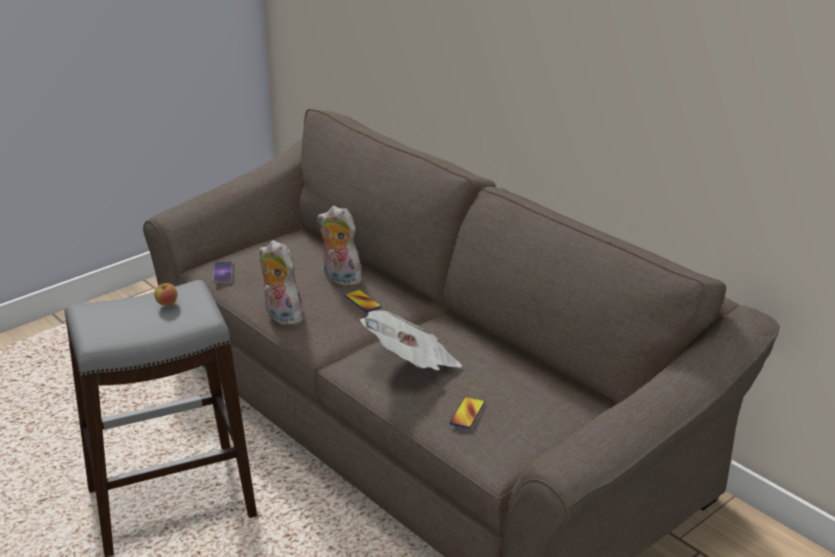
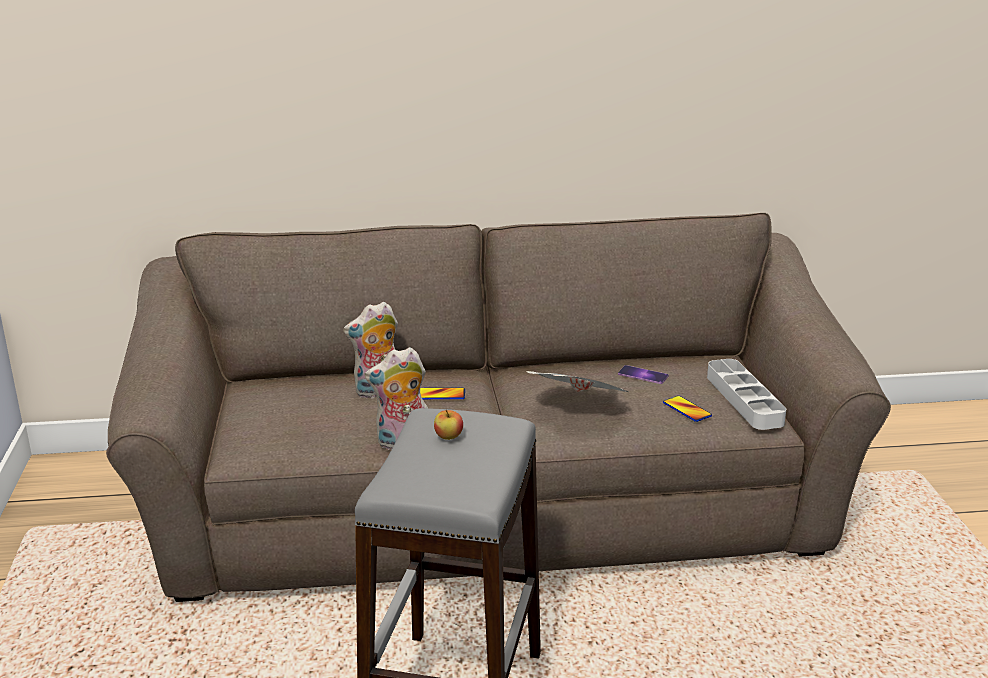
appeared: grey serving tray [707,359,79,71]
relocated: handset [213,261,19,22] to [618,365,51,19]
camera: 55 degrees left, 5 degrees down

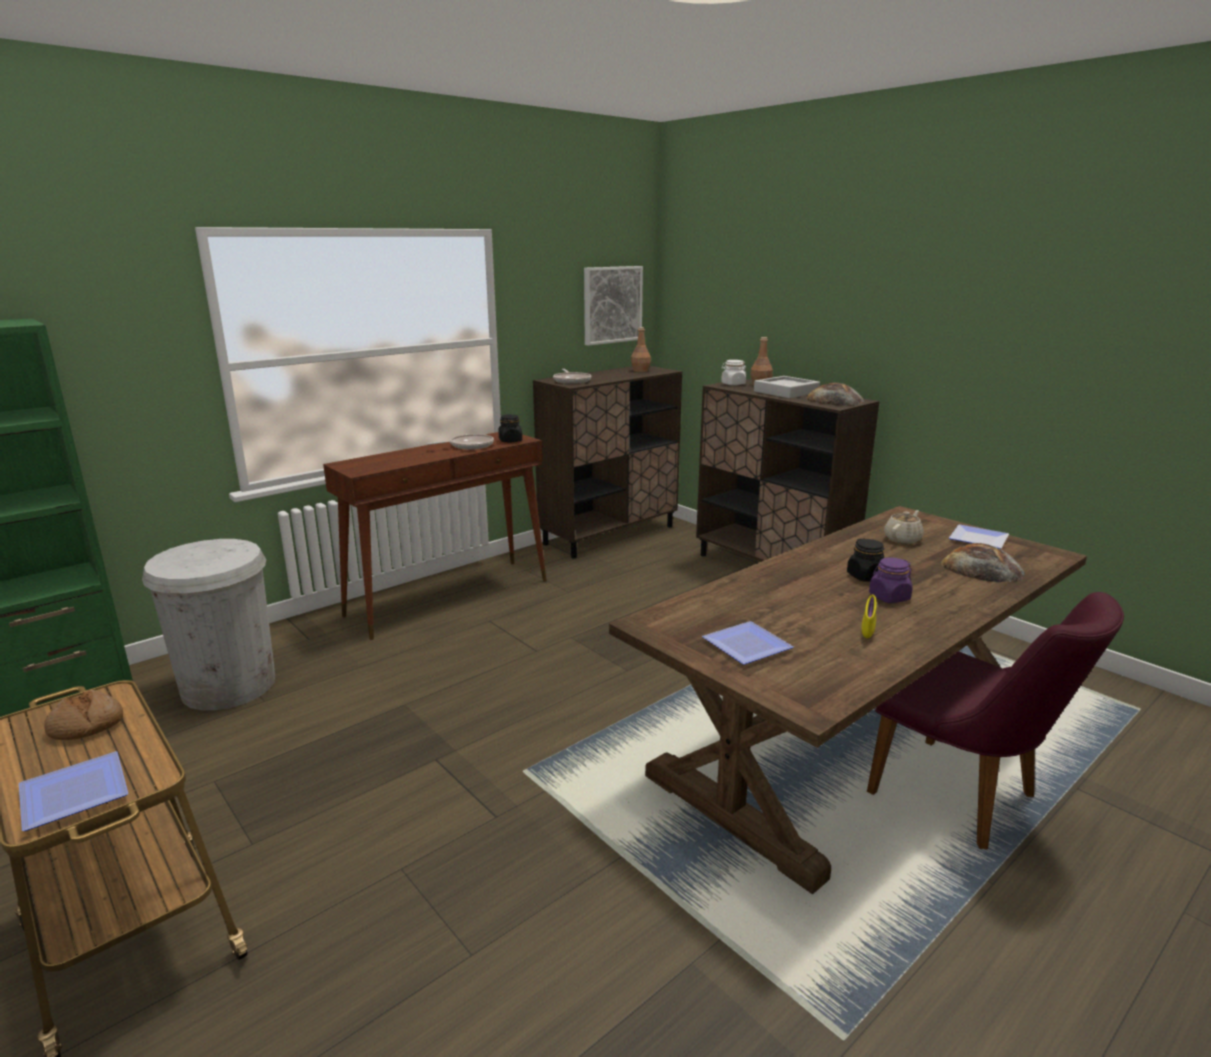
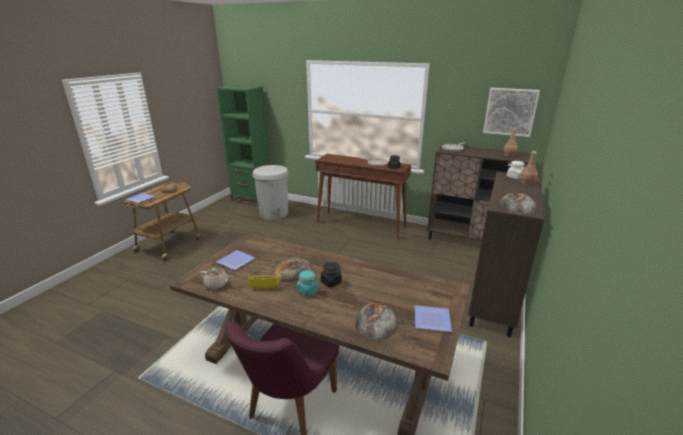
missing: grey serving tray [754,376,66,22]
appeared: bread [274,258,40,24]
relocated: beige pot for tea [884,510,40,34] to [200,268,33,21]
colour: purple-coloured jar [869,557,43,46] to blue-green jar [296,270,23,27]
camera: 65 degrees right, 5 degrees up

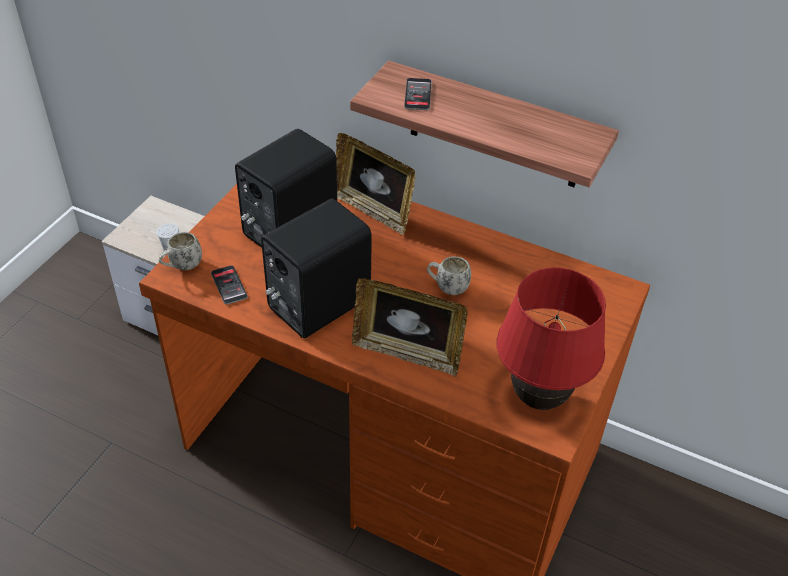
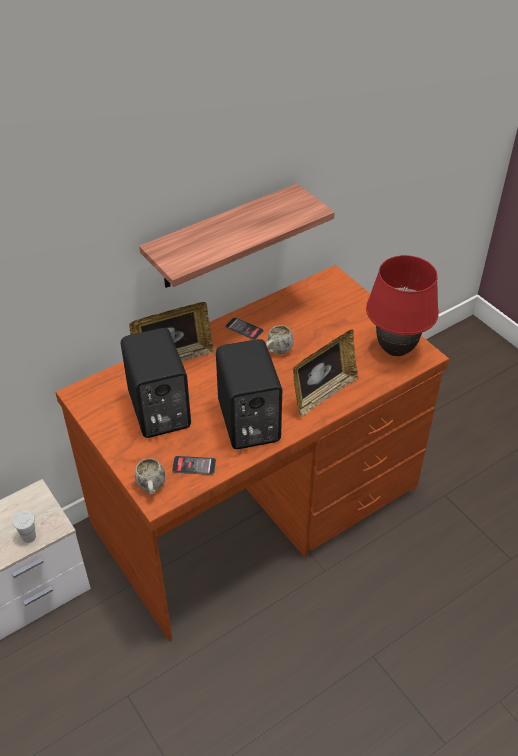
relocated: handset [404,78,28,32] to [225,317,39,23]
camera: 60 degrees left, 0 degrees up

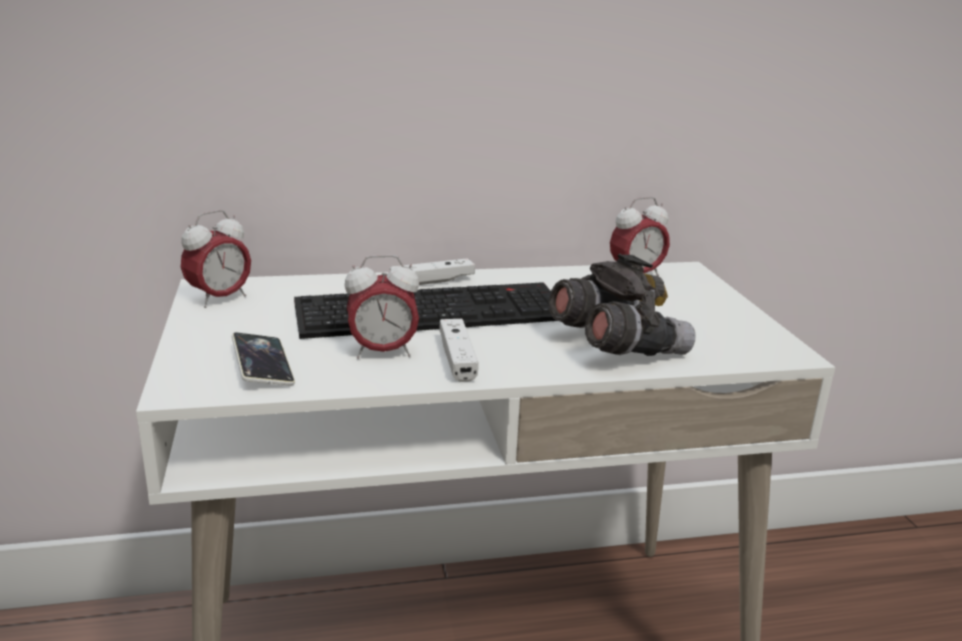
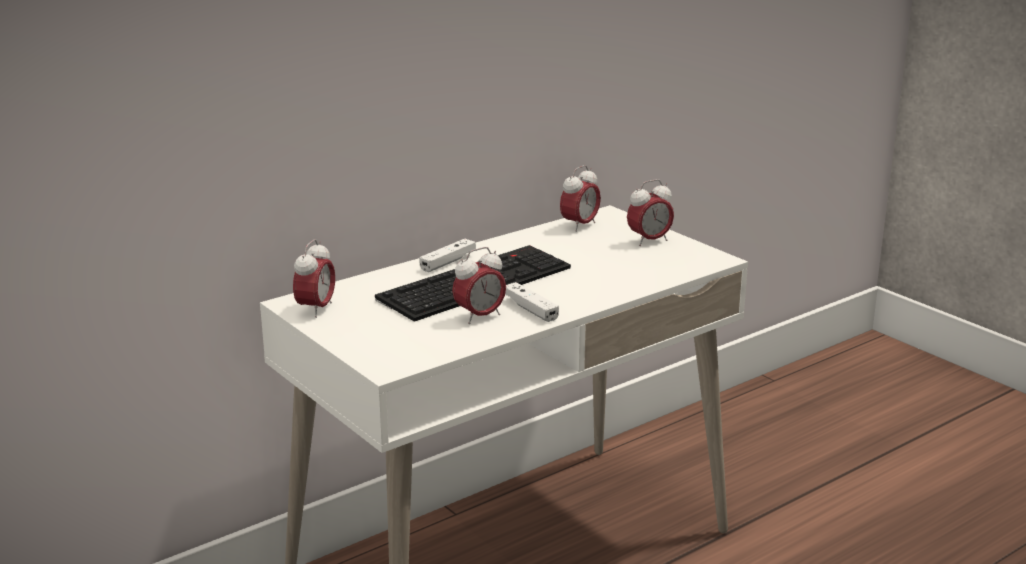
missing: handset [232,333,63,52]; grey binoculars [549,254,146,102]
appeared: bedside clock [627,179,47,67]
camera: 25 degrees left, 0 degrees up

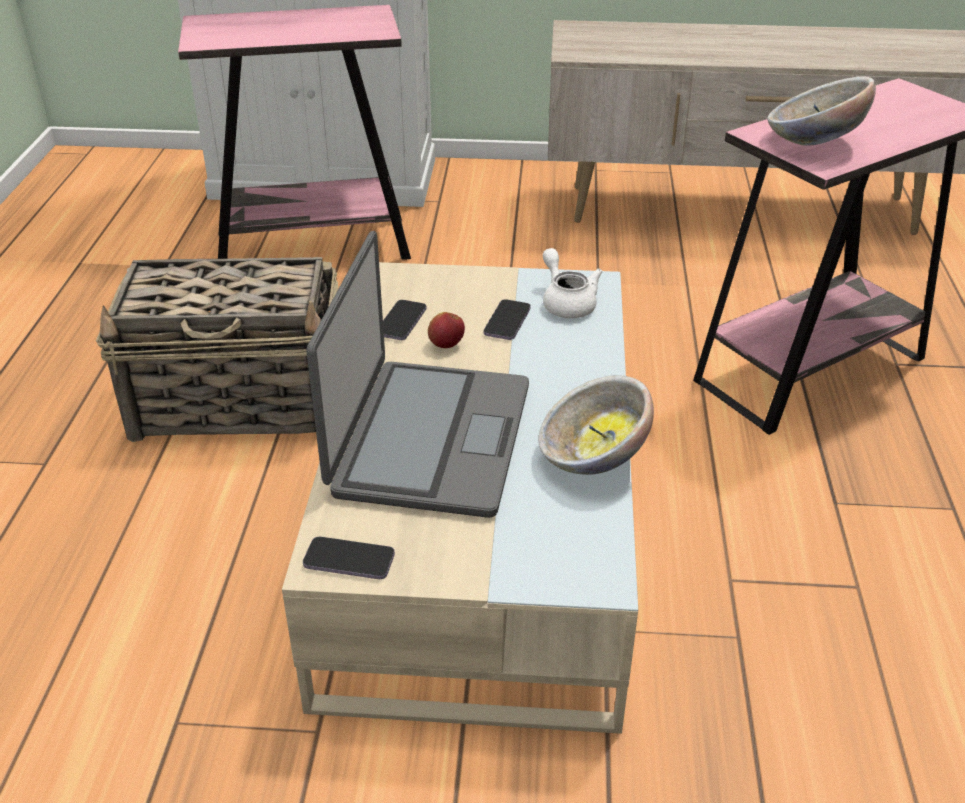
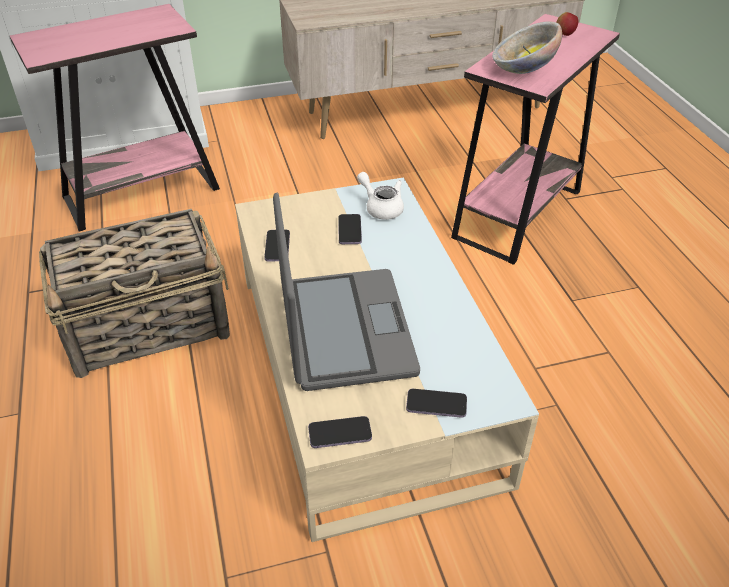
missing: bowl [538,375,116,100]
appeared: handset [406,389,61,29]
relocated: whole apple [428,312,37,36] to [556,12,23,24]
camera: 20 degrees left, 5 degrees up

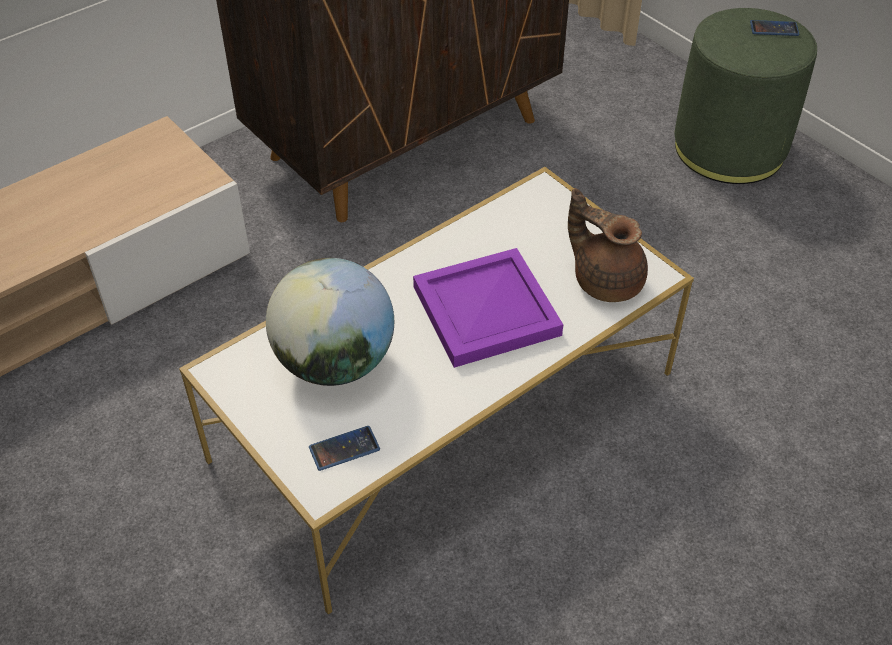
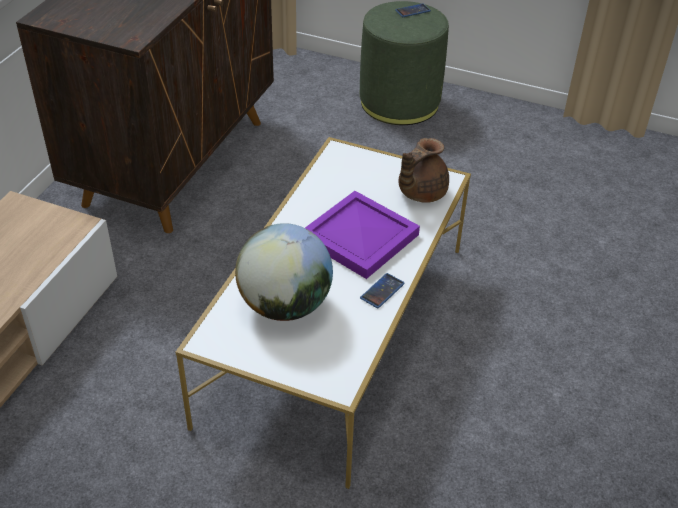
relocated: handset [309,426,71,45] to [360,273,45,35]
spun: brown pot for tea [568,188,80,114] = [398,138,51,65] 60 degrees counterclockwise
camera: 30 degrees left, 5 degrees down

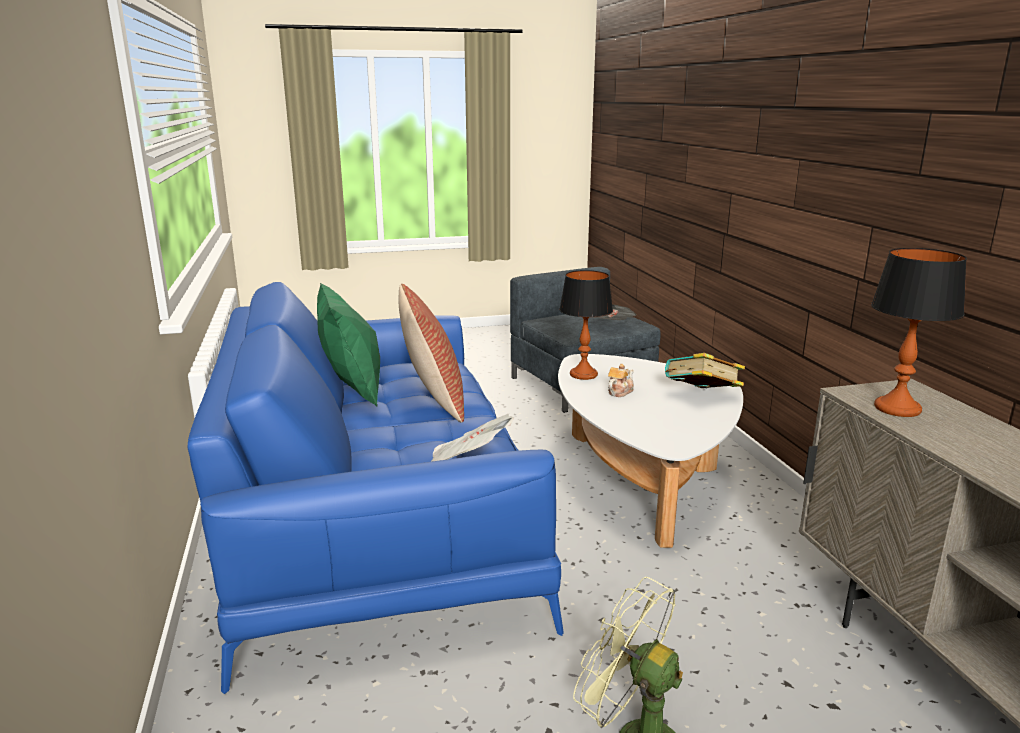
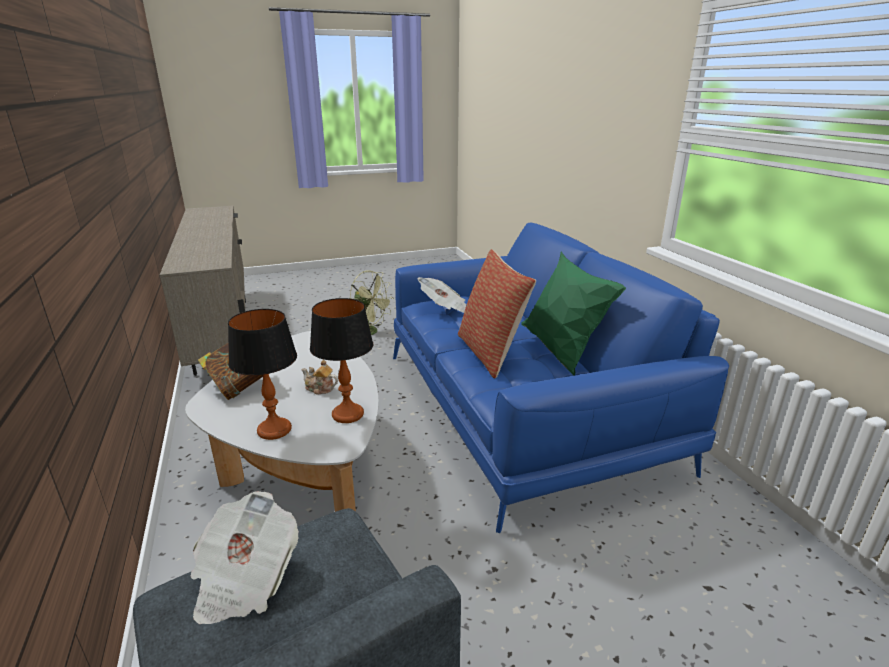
relocated: tabletop lamp [871,248,96,169] to [228,309,69,131]
spun: pot for tea [608,364,26,33] = [302,360,36,35] 75 degrees clockwise
camera: 175 degrees right, 5 degrees up

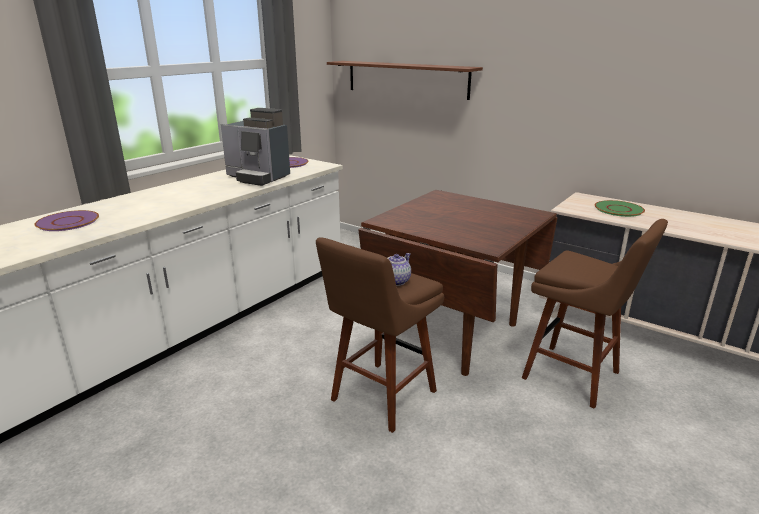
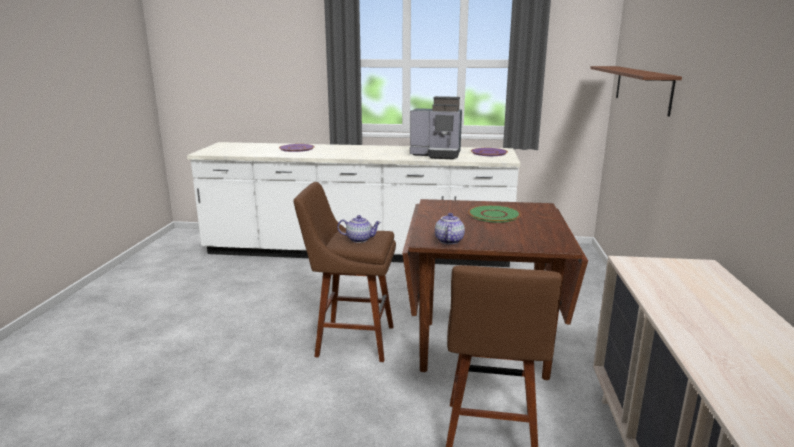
appeared: pot for tea [435,213,30,31]
relocated: greenish flat dish [595,200,50,17] to [468,205,53,18]
spun: coffee brewer [220,108,70,78] = [410,96,52,63] 75 degrees counterclockwise
camera: 60 degrees right, 5 degrees down

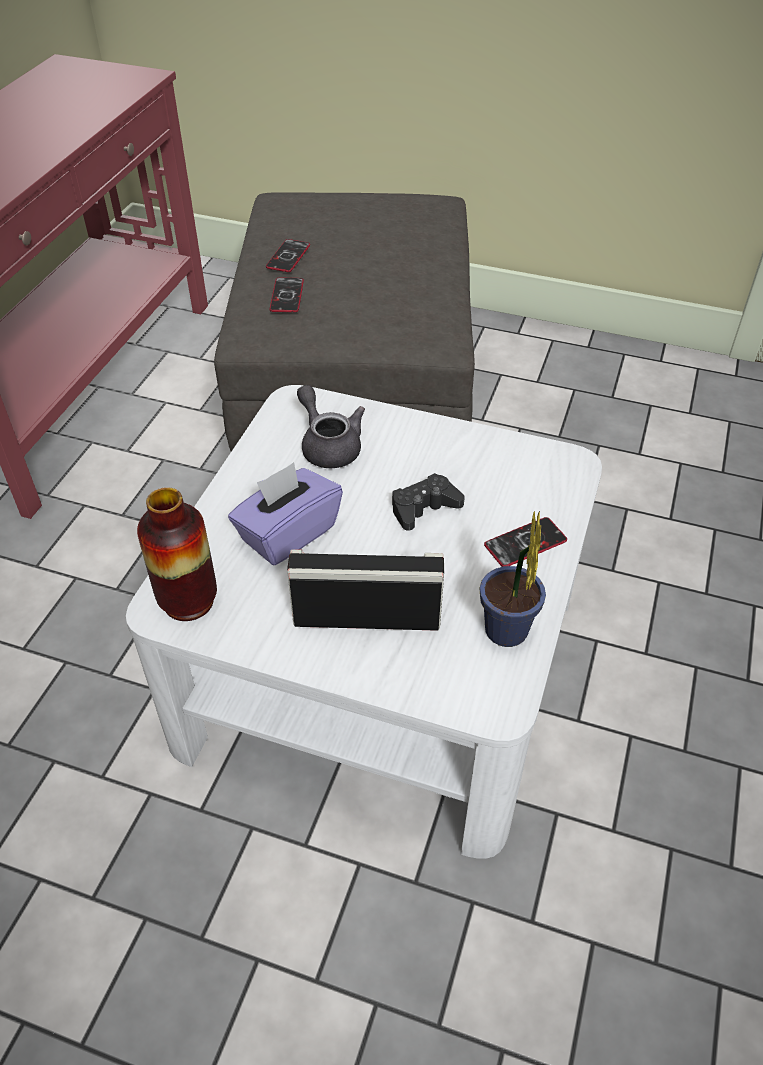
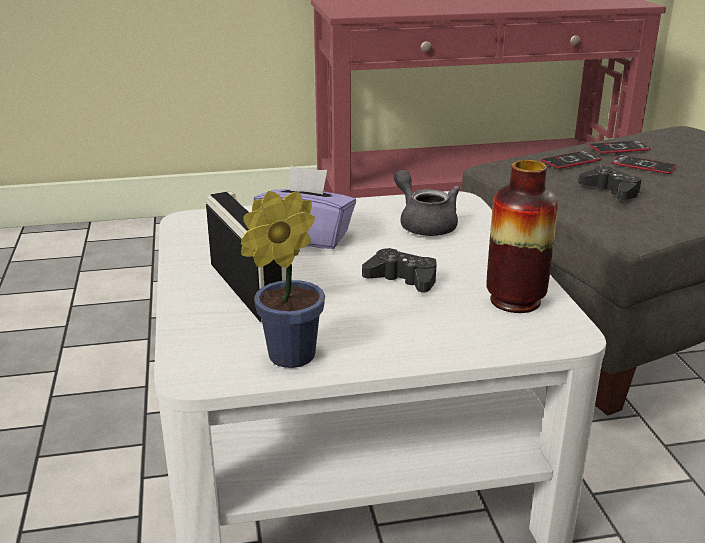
appeared: black gamepad [578,166,64,34]
relocated: vase [137,487,80,134] to [486,160,72,153]; handset [484,517,83,50] to [611,155,66,19]
spun: grey pot for tea [297,385,68,83] = [394,170,66,66] 60 degrees counterclockwise
camera: 60 degrees right, 20 degrees down

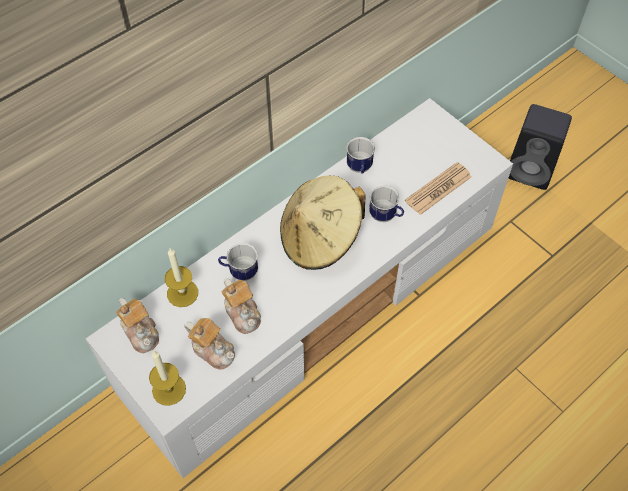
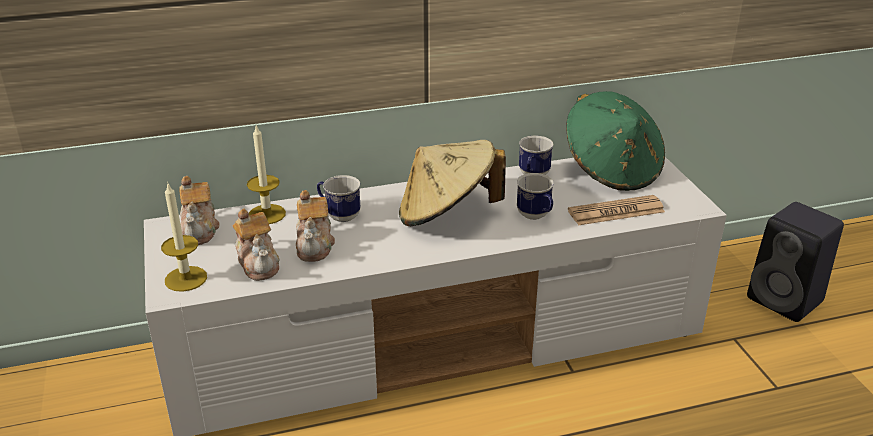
appeared: greenish wearable hat [566,91,99,100]
camera: 25 degrees right, 25 degrees down

